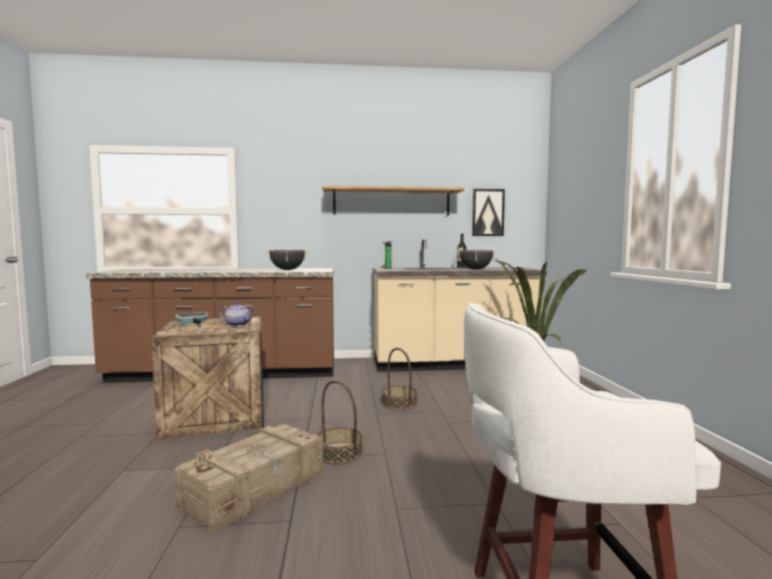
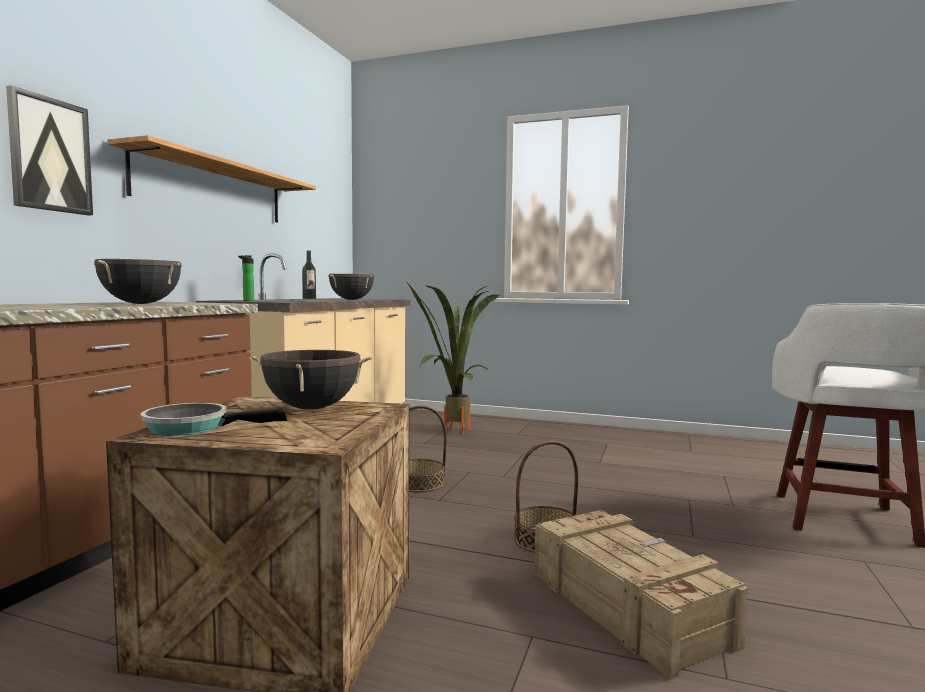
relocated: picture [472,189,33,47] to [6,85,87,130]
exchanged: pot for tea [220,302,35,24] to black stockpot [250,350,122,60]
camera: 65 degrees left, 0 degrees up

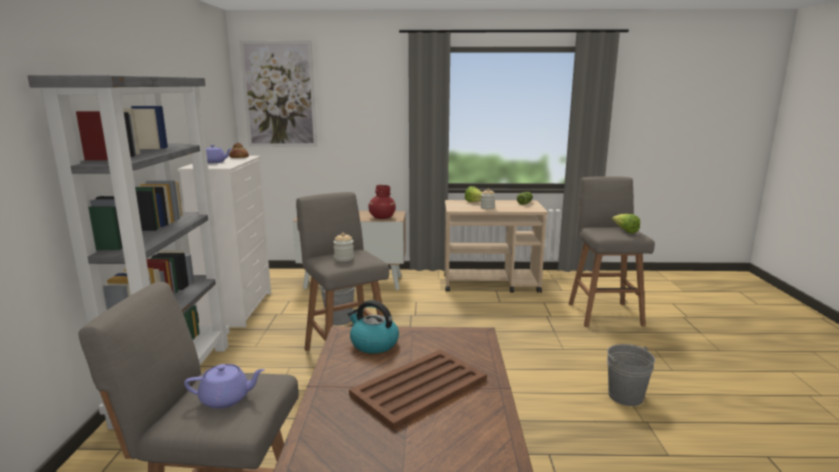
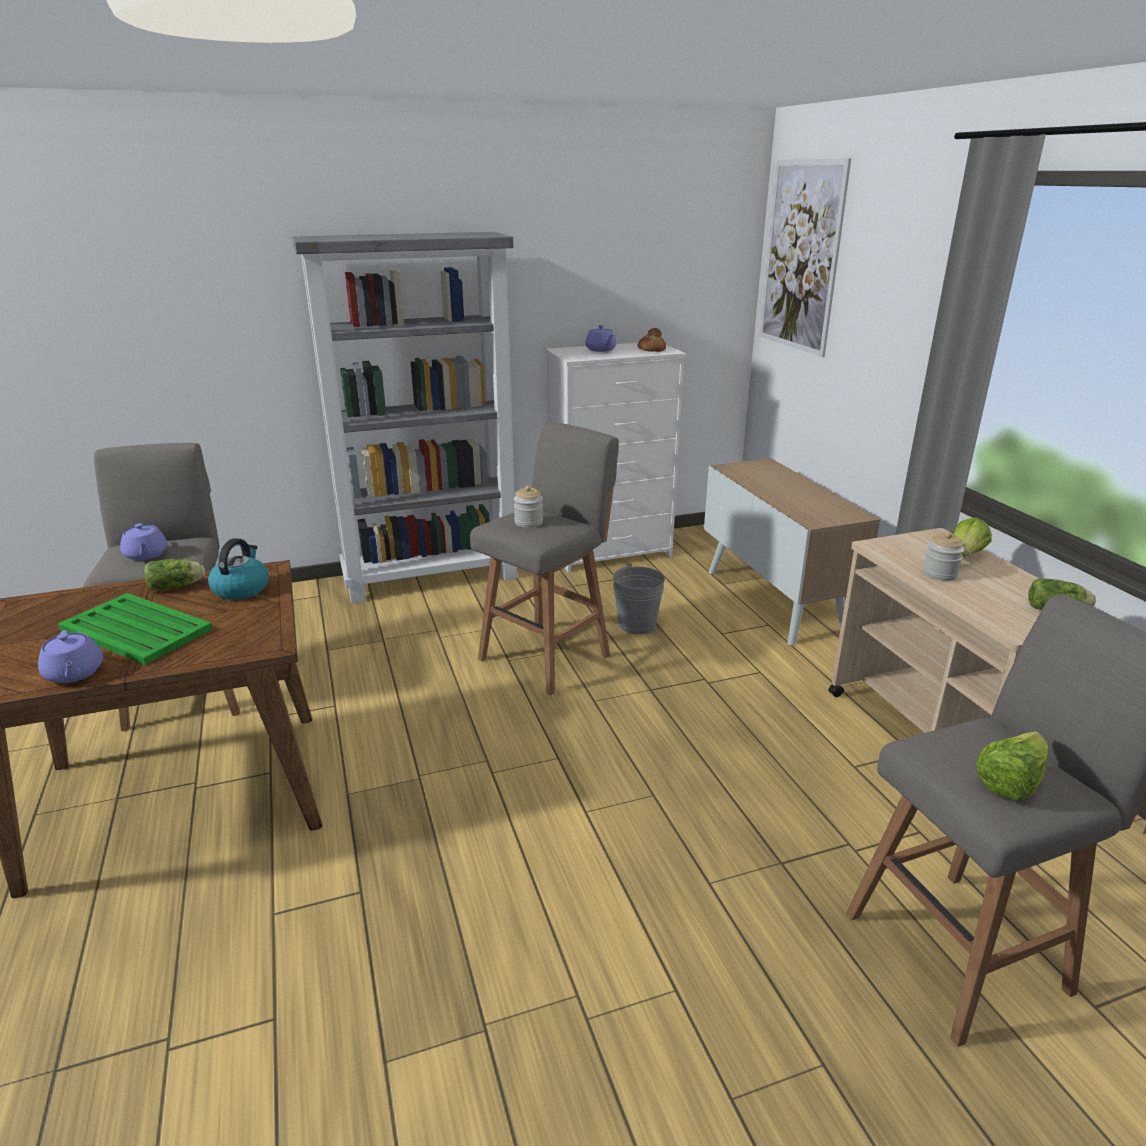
missing: red-coloured vase [368,185,28,34]; grey water bucket [607,344,48,62]
appeared: purple-coloured pot for tea [38,630,65,53]; head of lettuce [144,559,61,32]
colour: brown serving tray [349,349,138,81] to greenish serving tray [58,593,155,72]
camera: 70 degrees right, 10 degrees up

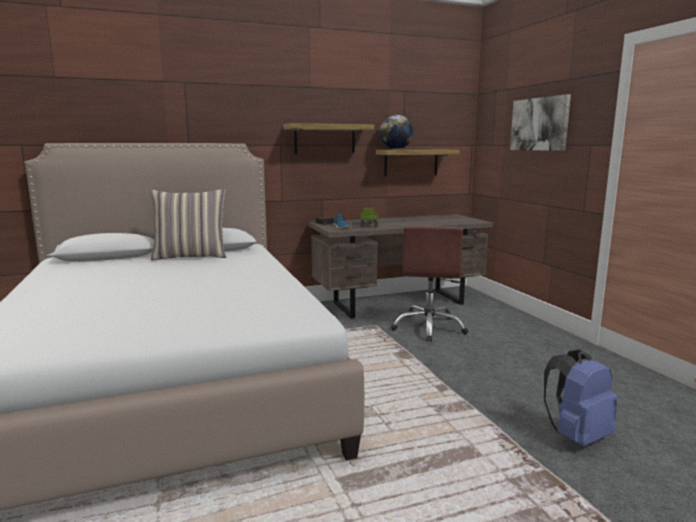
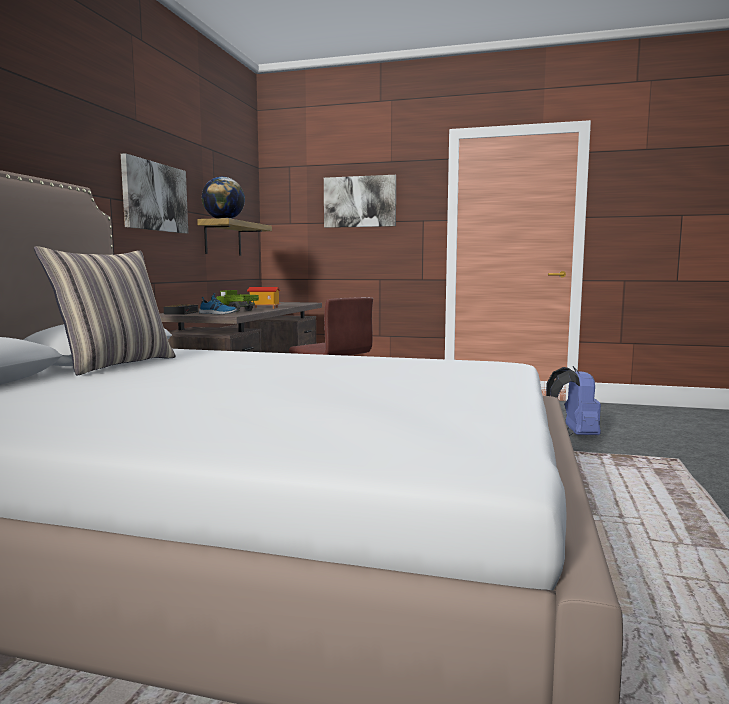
appeared: toy house [247,287,33,22]
exchanged: wall shelf [284,123,90,30] to picture [121,153,67,81]
camera: 55 degrees left, 5 degrees down

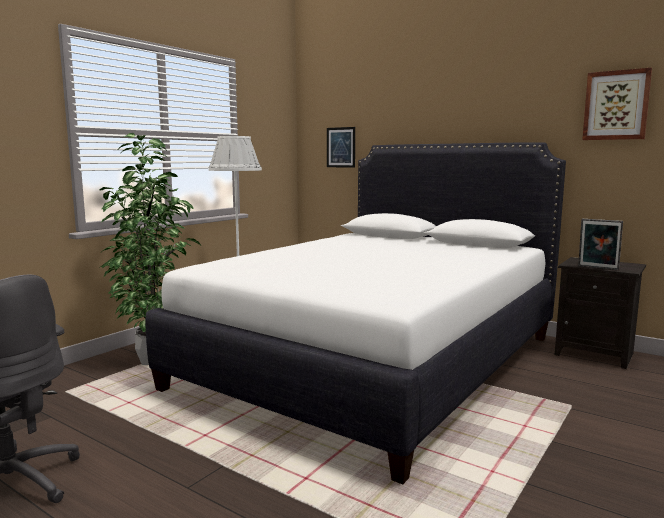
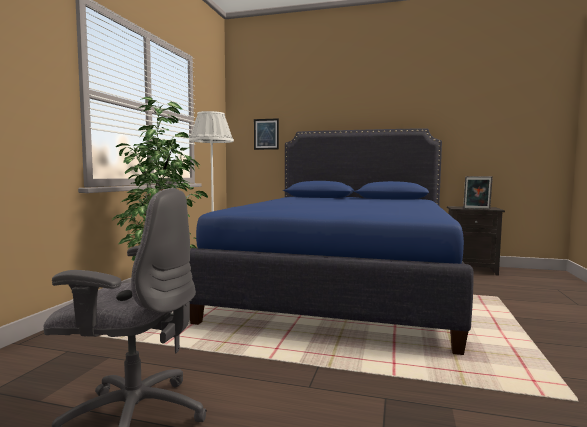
missing: picture [582,68,70,72]
colour: white-coloured sleeping bed [145,143,421,341] to blue sleeping bed [189,128,284,227]
camera: 20 degrees left, 5 degrees down

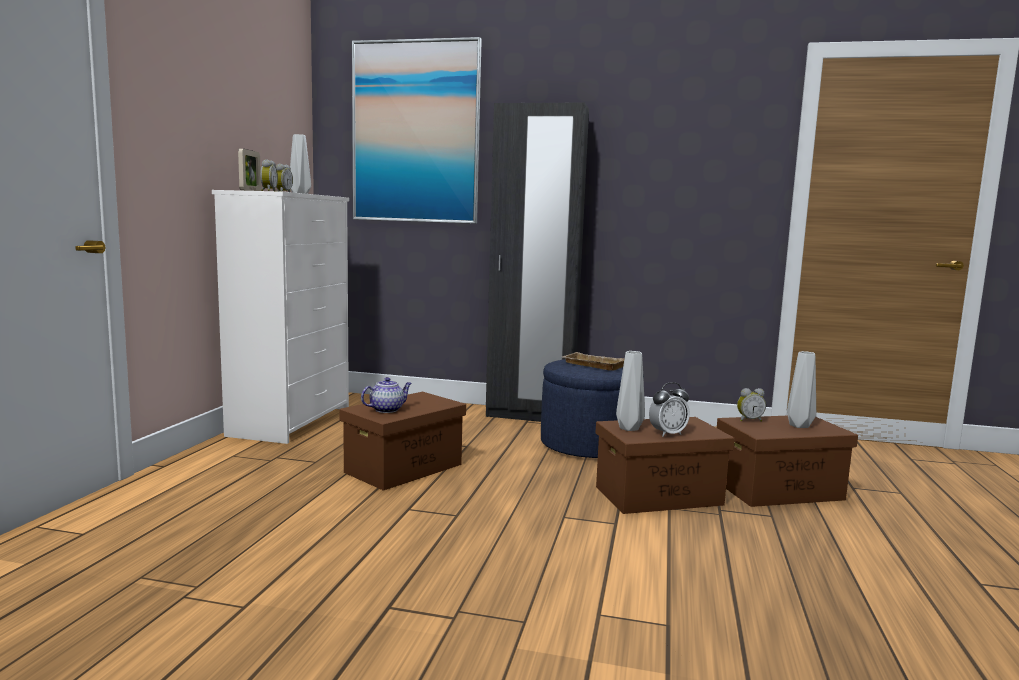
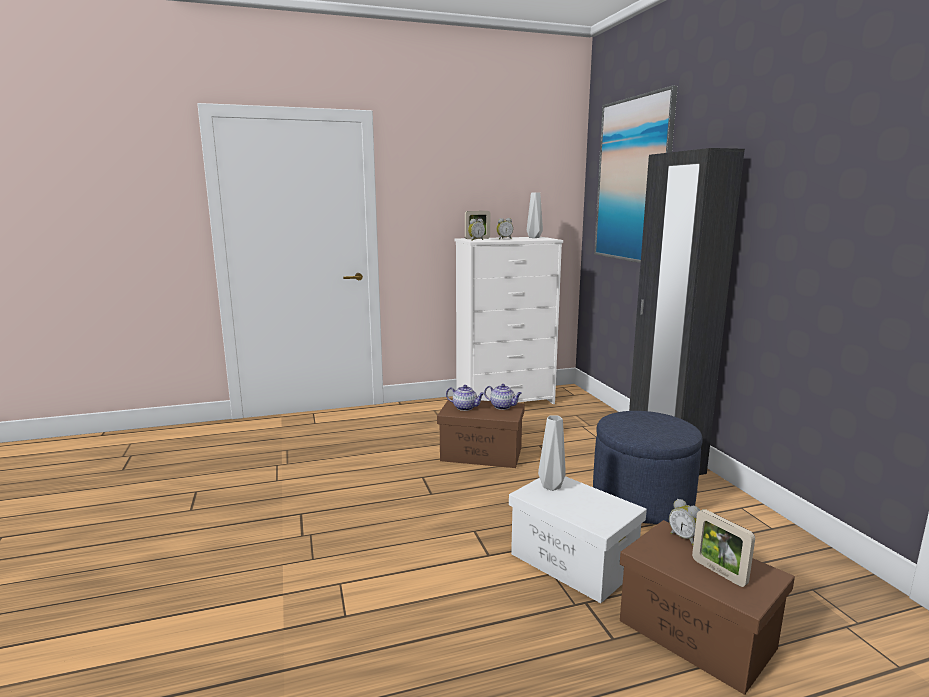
missing: beige serving tray [563,352,62,19]; bedside clock [649,382,41,55]
appeared: pot for tea [484,384,38,26]
exchanged: grey vase [787,351,29,77] to photo frame [692,509,63,78]
colour: brown storage box [596,417,139,97] to white-coloured storage box [509,476,138,127]
camera: 60 degrees right, 5 degrees up

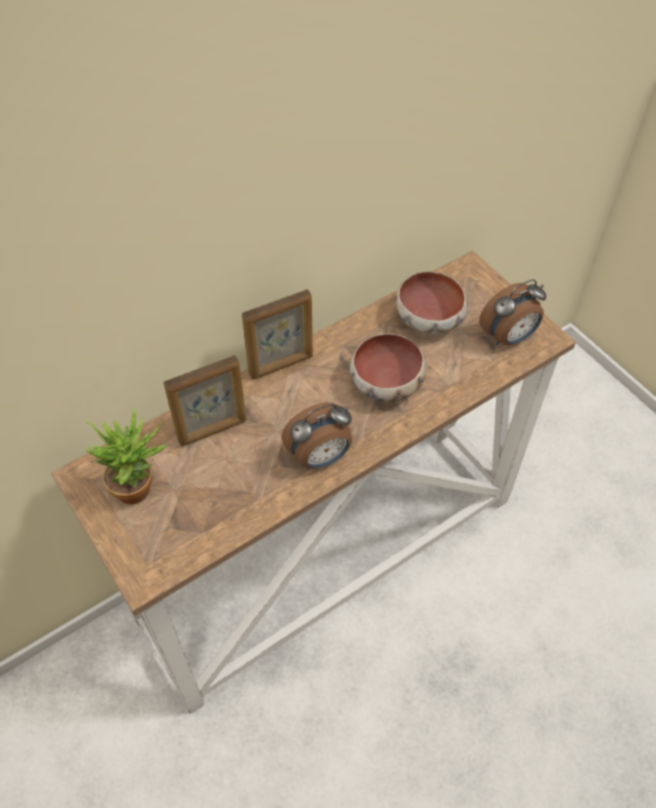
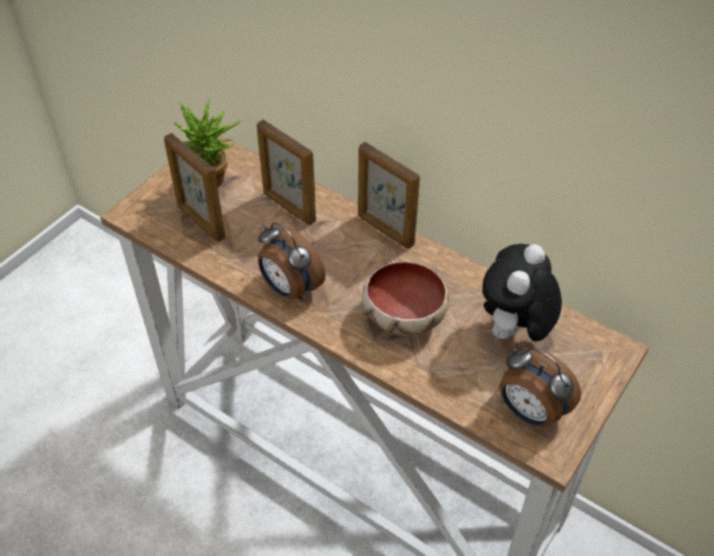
appeared: photo frame [164,133,62,109]
exchanged: bowl [396,271,72,63] to plush toy [482,244,80,99]
camera: 70 degrees right, 5 degrees down

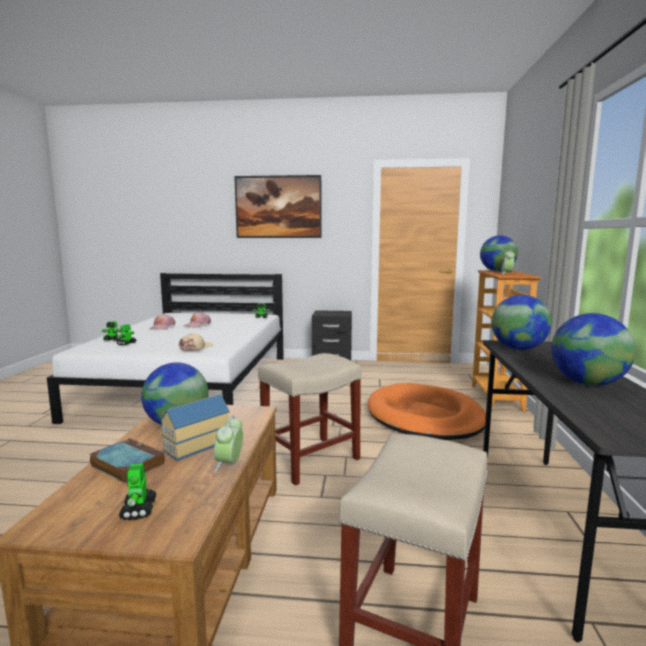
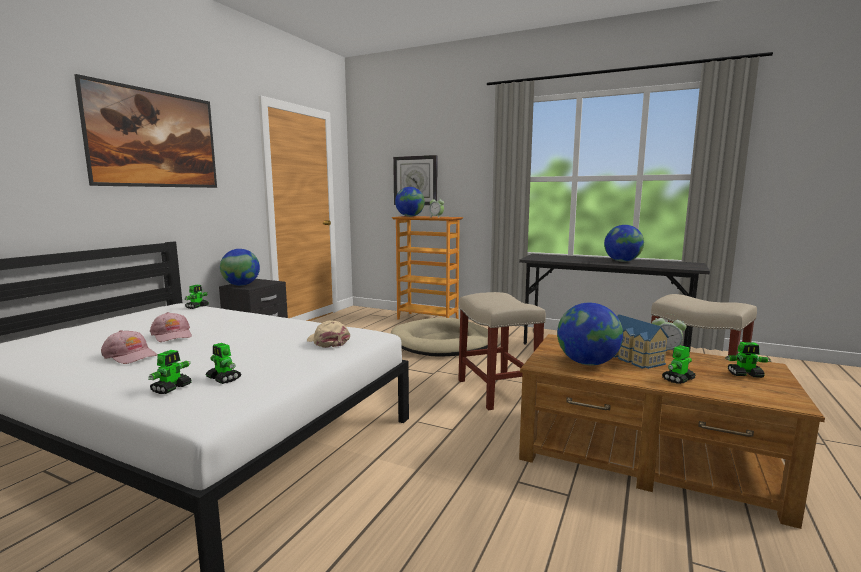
appeared: clock on the wall [393,155,44,50]
relocated: globe [492,295,60,55] to [220,249,40,37]
exchanged: bound book [90,438,75,45] to toy robot [662,345,34,39]
colour: orange-coloured pet bed [368,383,118,57] to beige pet bed [391,318,97,39]
camera: 70 degrees left, 0 degrees up

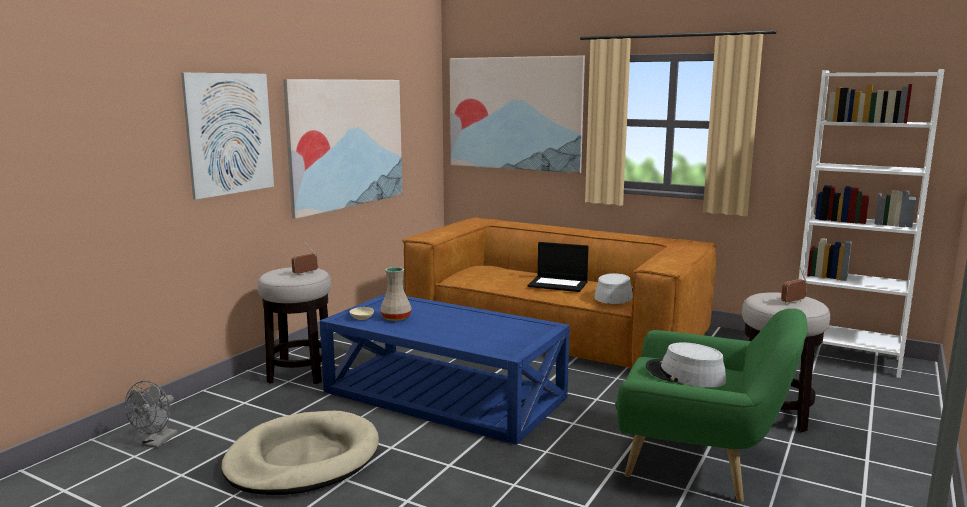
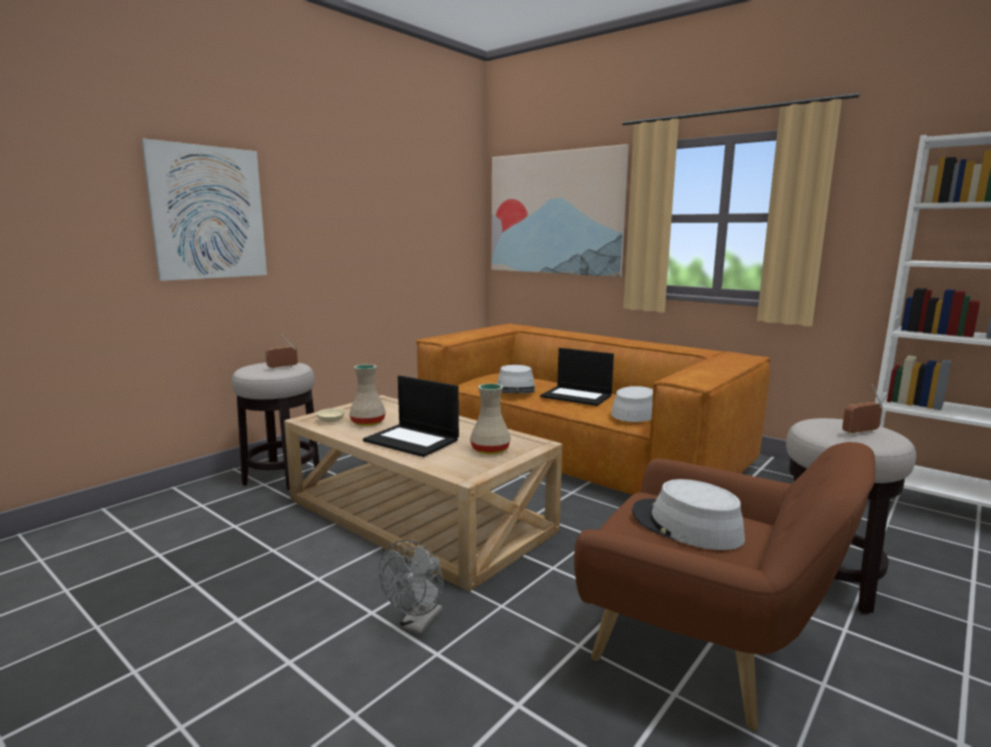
missing: beige pet bed [221,411,158,84]; picture [283,79,119,140]
appeared: laptop [363,375,96,82]; beige vase [470,384,41,70]; grey wearable hat [497,365,38,28]
relocated: grey cooling fan [125,381,53,67] to [379,540,65,95]
colour: blue lounge table [320,294,250,151] to beige lounge table [284,395,278,197]; greenish armchair [615,308,193,195] to brown armchair [574,442,301,289]
camera: 10 degrees right, 0 degrees up

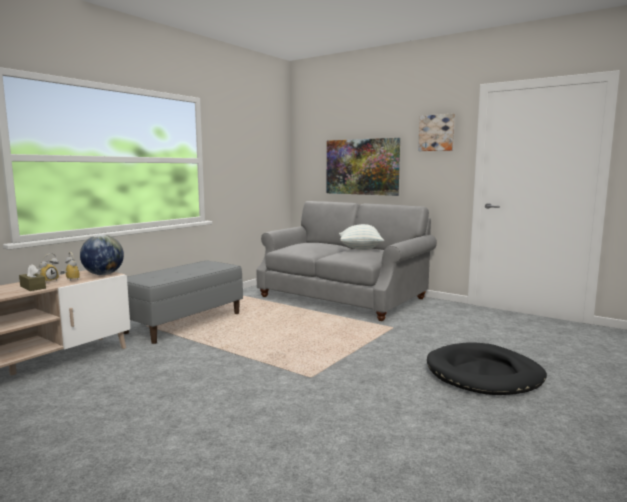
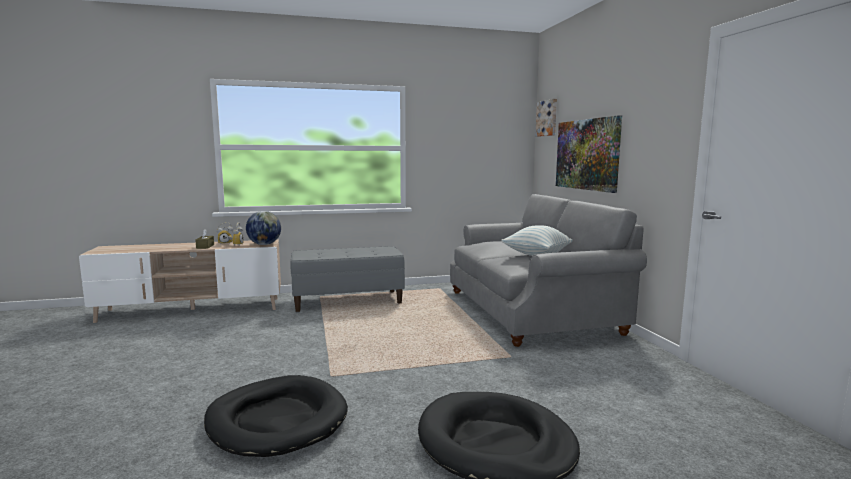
appeared: black pet bed [204,375,144,82]
relocated: picture [418,114,37,37] to [535,99,22,38]
camera: 40 degrees right, 0 degrees up

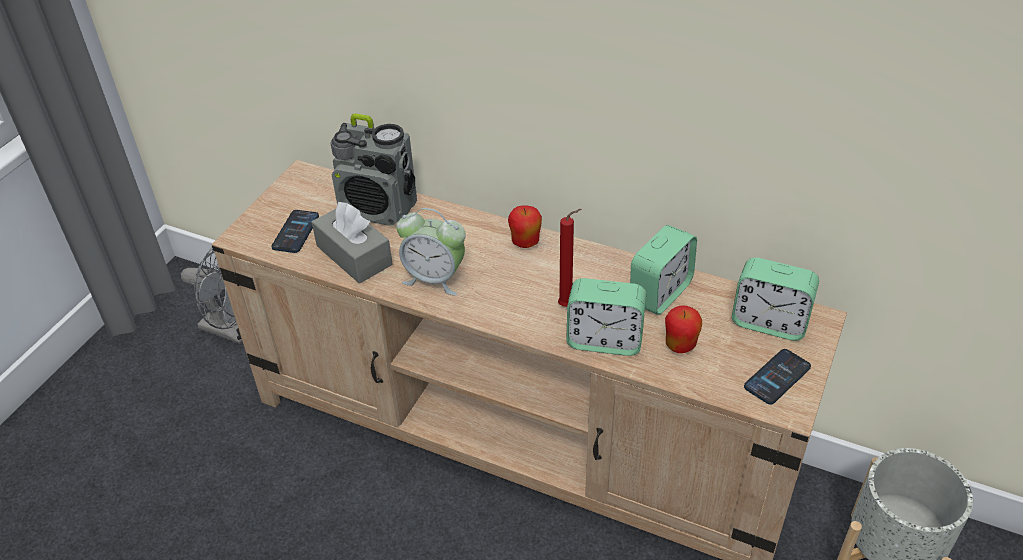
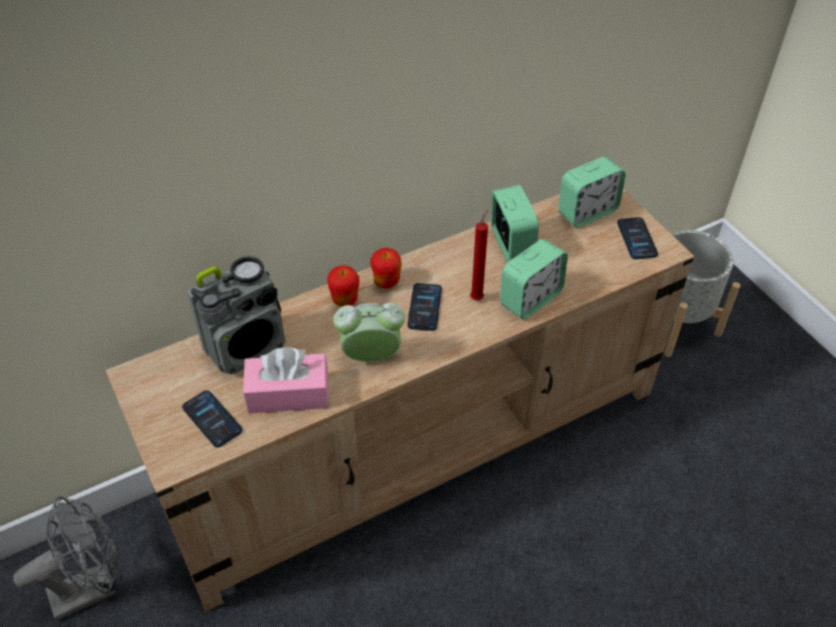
appeared: handset [408,283,34,48]
relocated: whole apple [665,305,37,48] to [327,265,32,41]
colour: grey tissue box [312,202,80,82] to pink tissue box [243,347,86,66]
spun: bedside clock [396,208,70,87] = [333,303,72,59] 150 degrees counterclockwise
camera: 55 degrees left, 5 degrees up

